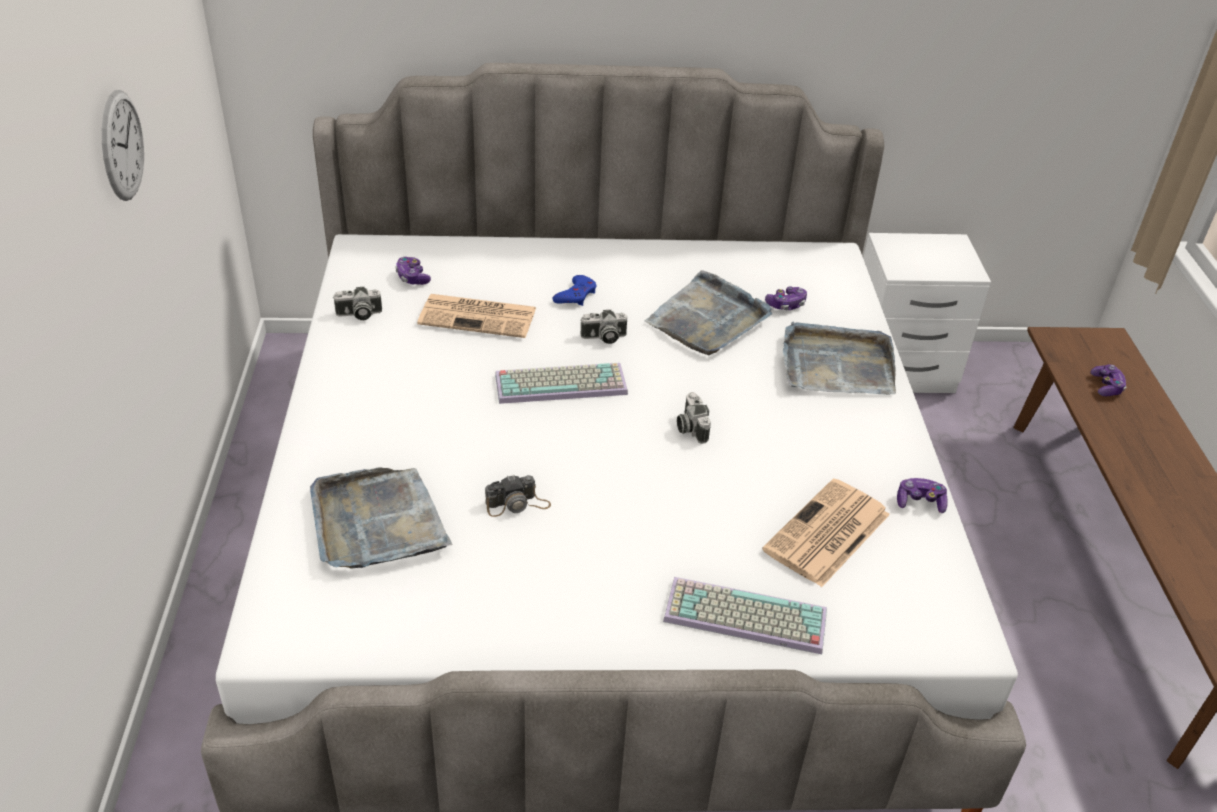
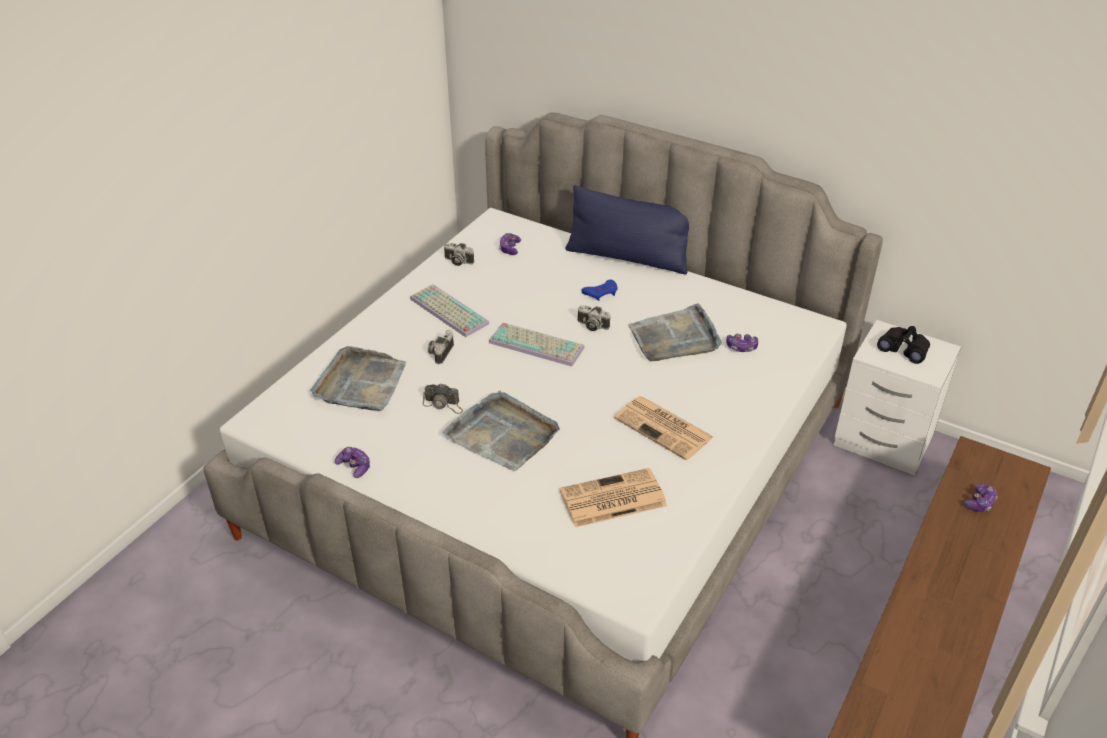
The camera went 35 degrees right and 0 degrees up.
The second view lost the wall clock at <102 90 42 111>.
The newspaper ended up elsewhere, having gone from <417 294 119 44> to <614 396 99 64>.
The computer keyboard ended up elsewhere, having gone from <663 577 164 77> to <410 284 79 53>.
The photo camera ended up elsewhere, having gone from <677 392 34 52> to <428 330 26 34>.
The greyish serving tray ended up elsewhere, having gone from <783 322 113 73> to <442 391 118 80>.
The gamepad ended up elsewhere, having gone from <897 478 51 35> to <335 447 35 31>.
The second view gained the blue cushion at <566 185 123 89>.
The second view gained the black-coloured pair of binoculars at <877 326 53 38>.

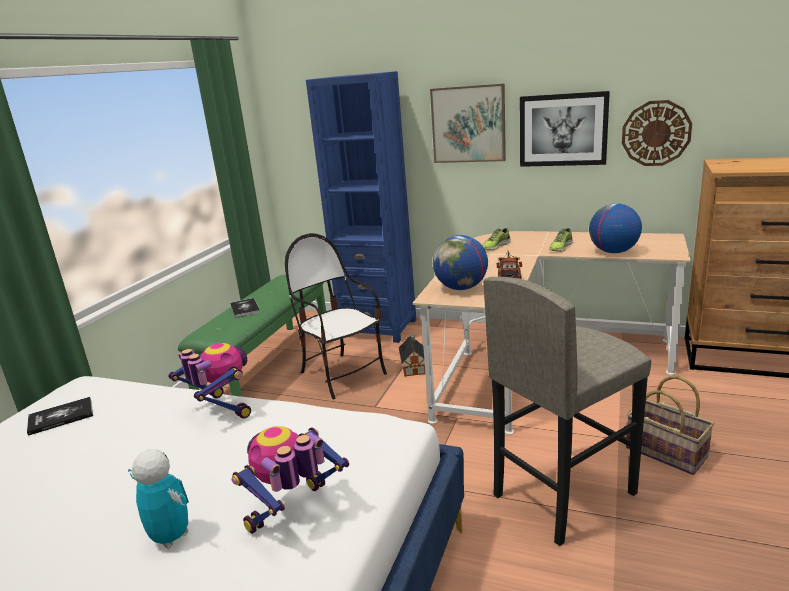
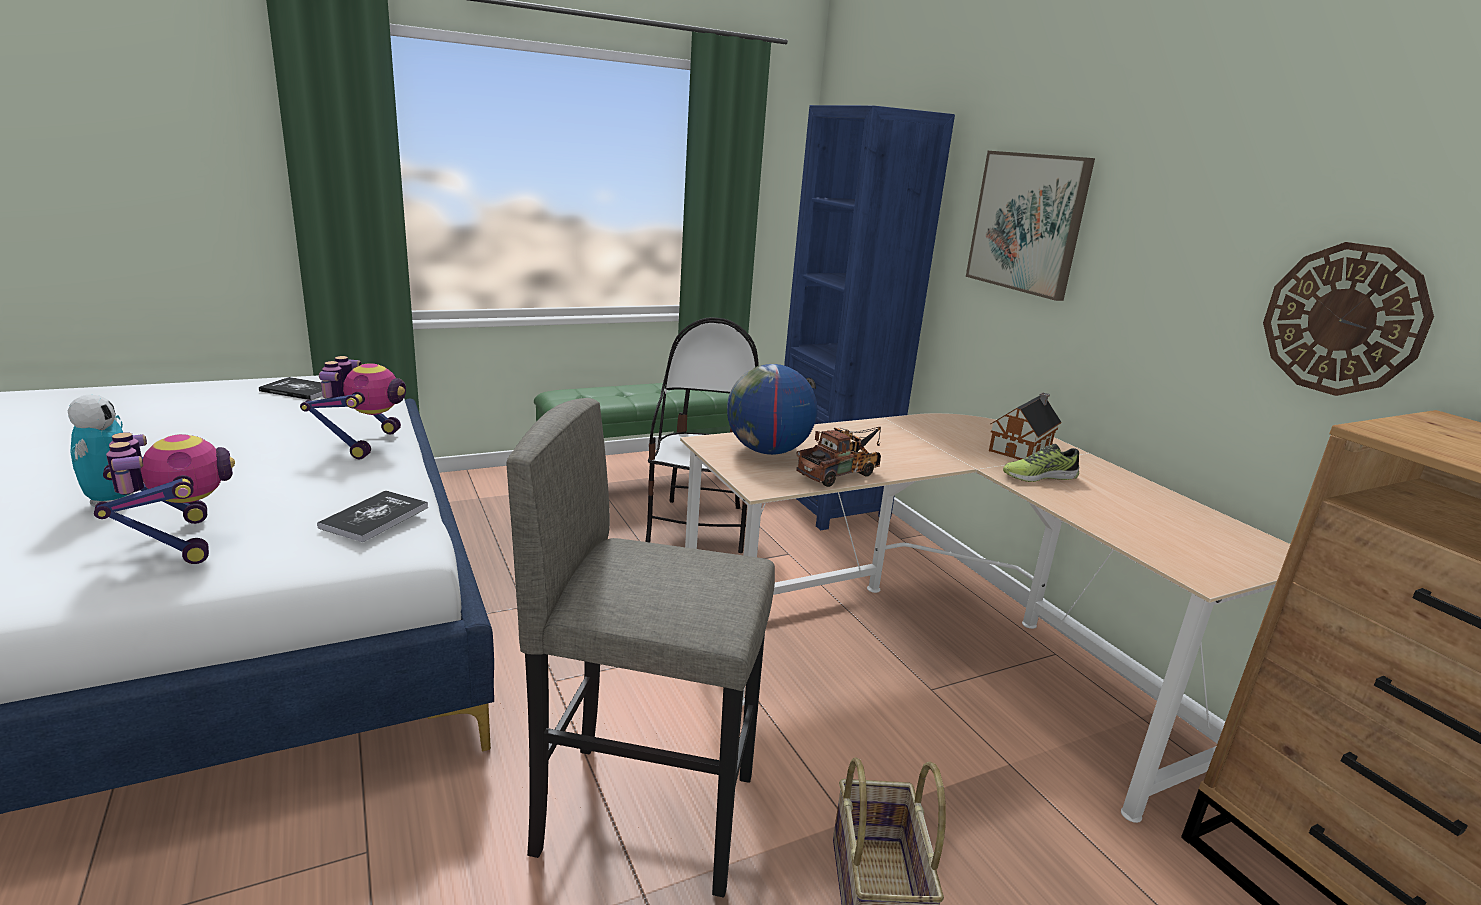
The camera went 40 degrees right and 0 degrees up.
The bound book ended up elsewhere, having gone from <230 298 30 20> to <317 491 111 51>.
The toy robot at <232 426 117 108> ended up facing another way, 60 degrees clockwise from before.
The model house ended up elsewhere, having gone from <399 335 26 42> to <989 392 73 68>.
The second view lost the shoe at <482 228 29 22>.
The second view lost the picture at <520 91 90 76>.
The second view lost the world globe at <589 203 53 50>.

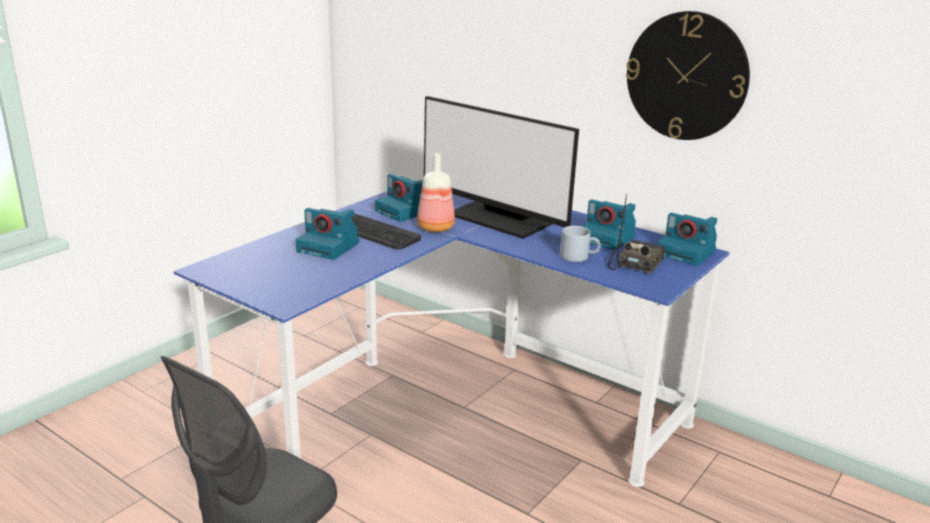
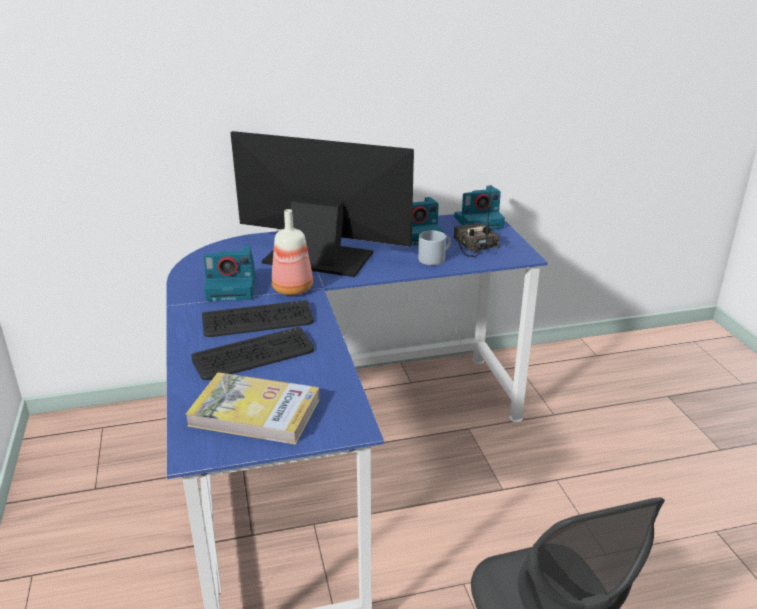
The camera went 50 degrees left and 5 degrees up.
Where the photo camera stood at <296 208 63 52>, the computer keyboard came to stand at <191 327 123 53>.
The computer display at <424 96 155 143> ended up facing another way, 150 degrees counterclockwise from before.
The second view lost the wall clock at <626 11 124 129>.
The second view gained the bound book at <186 372 134 73>.

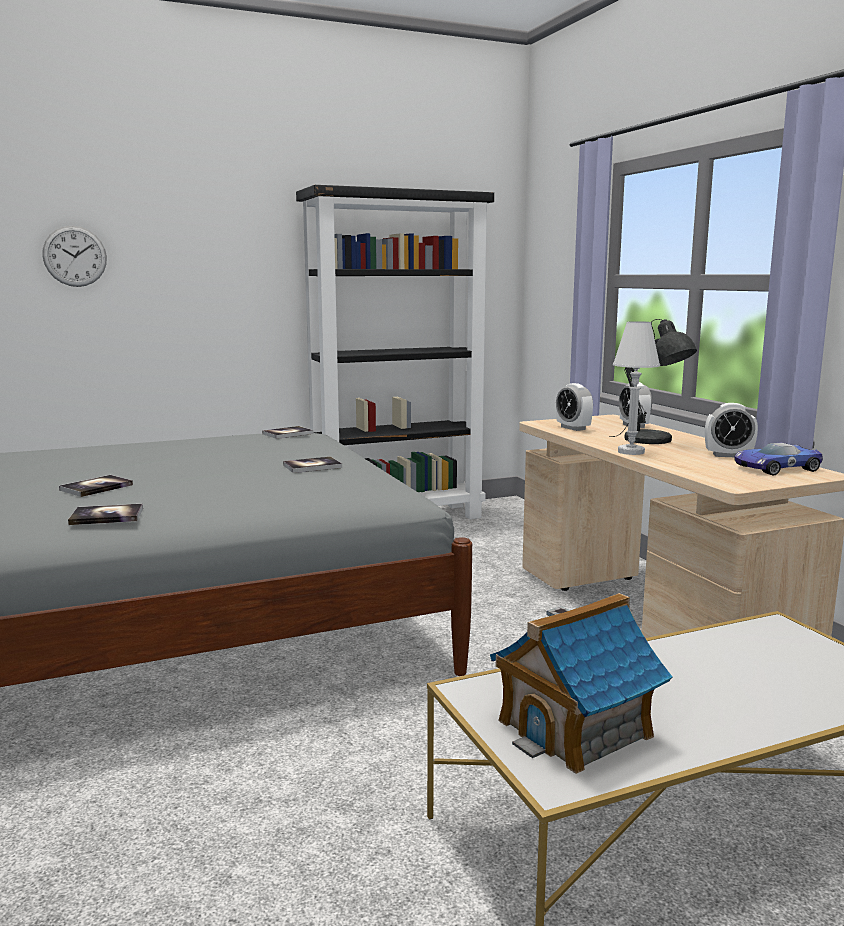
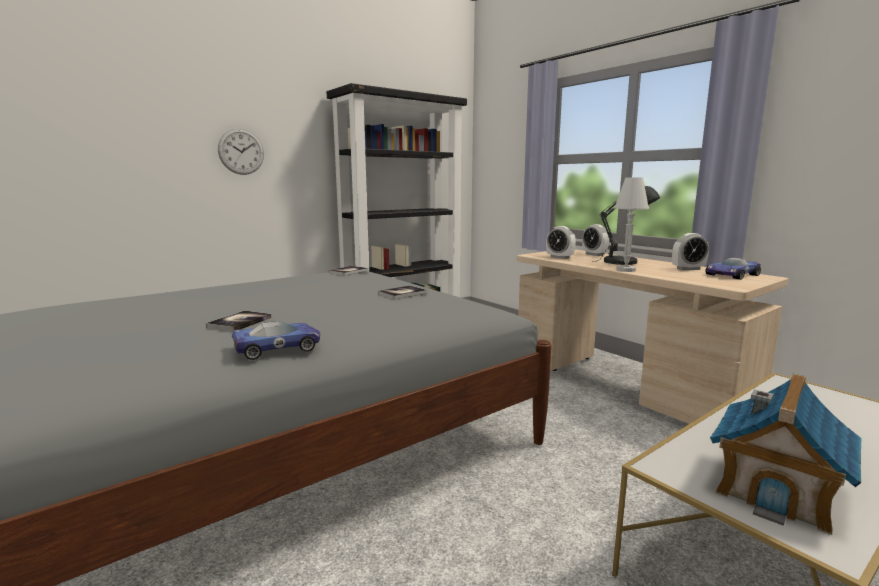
The camera went 15 degrees left and 0 degrees up.
The wall clock ended up elsewhere, having gone from <42 226 65 61> to <218 128 46 47>.
Where the bound book stood at <68 504 75 21>, the toy car came to stand at <232 321 88 39>.

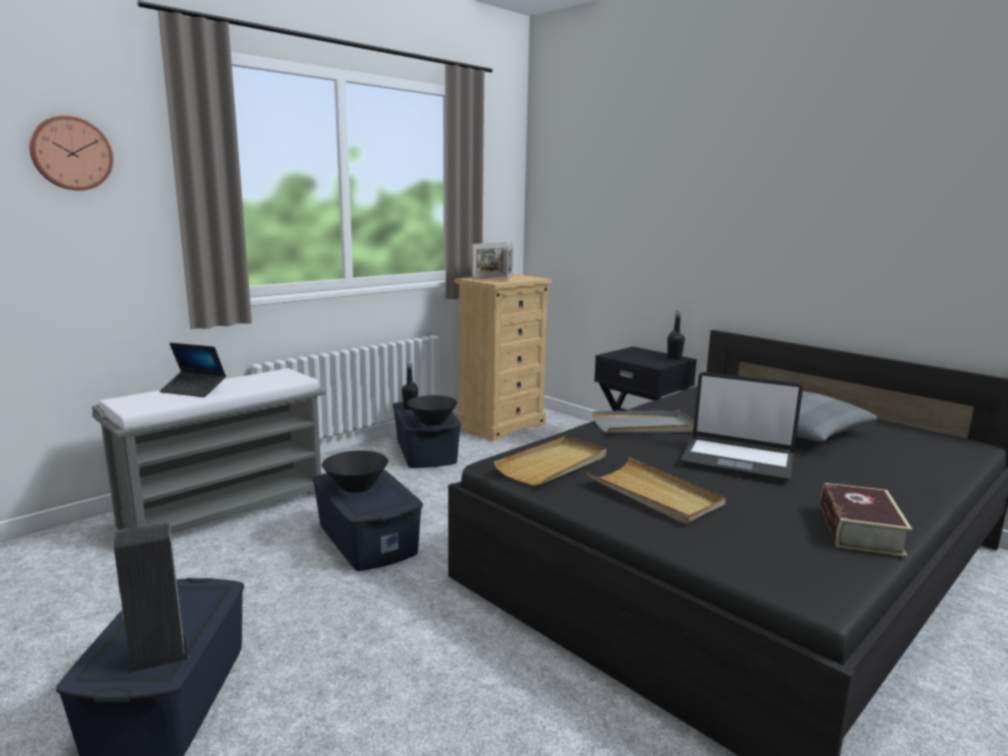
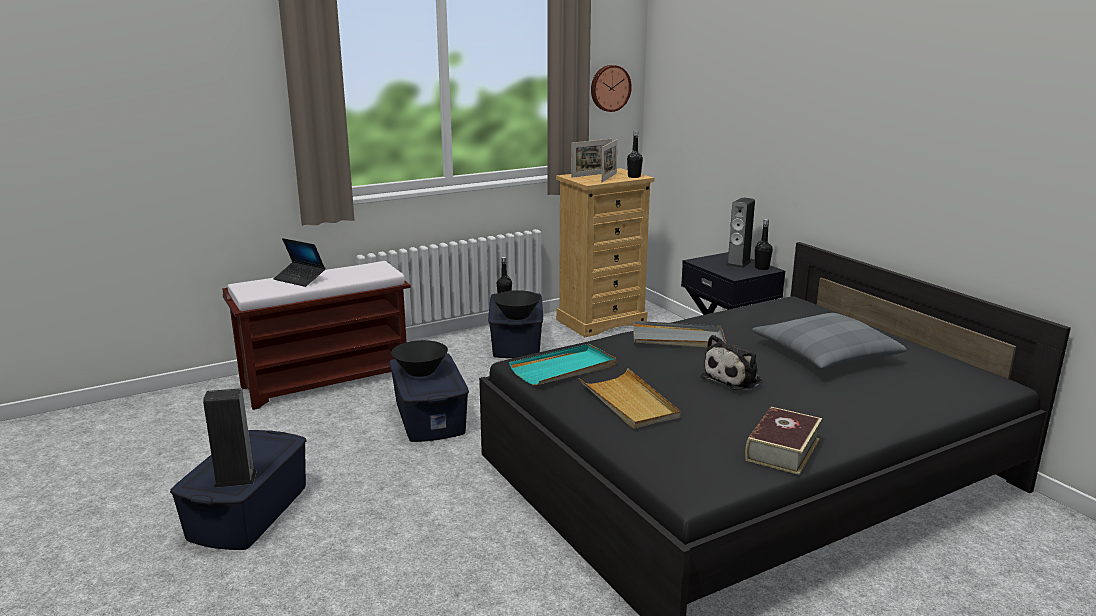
The camera went 15 degrees right and 5 degrees up.
The wall clock ended up elsewhere, having gone from <29 115 84 75> to <591 65 41 47>.
What was the greyish bench at <92 368 234 166> turned into the brown bench at <222 261 189 149>.
What was the beige serving tray at <494 436 112 50> turned into the blue-green serving tray at <509 344 107 41>.
Where the portable computer stood at <681 372 122 109>, the soft toy came to stand at <701 335 61 55>.
The second view gained the black-coloured bottle at <627 131 16 47>.
The second view gained the audio speaker at <726 197 29 72>.

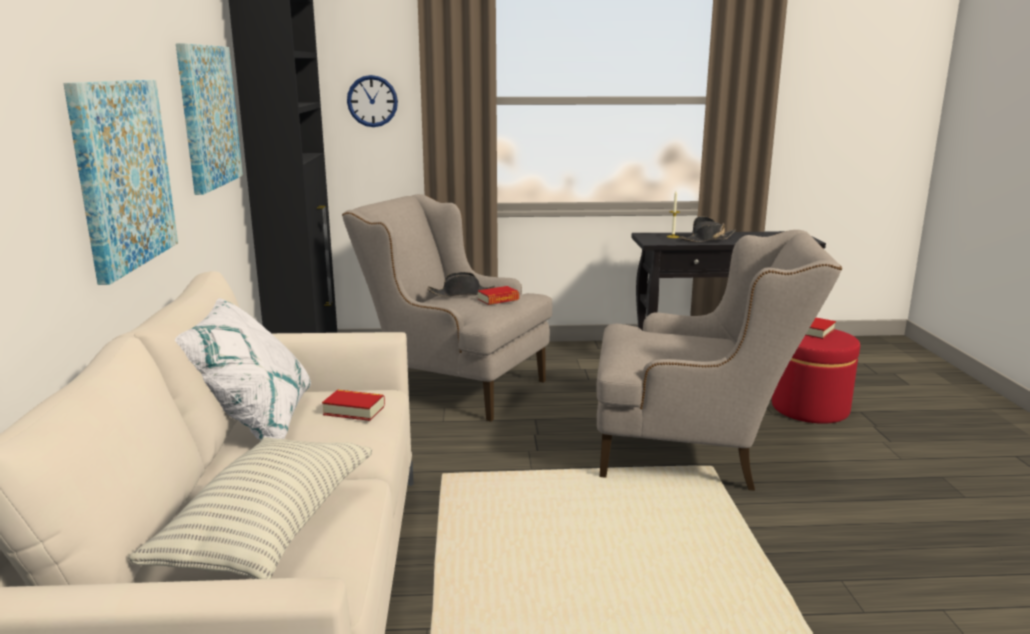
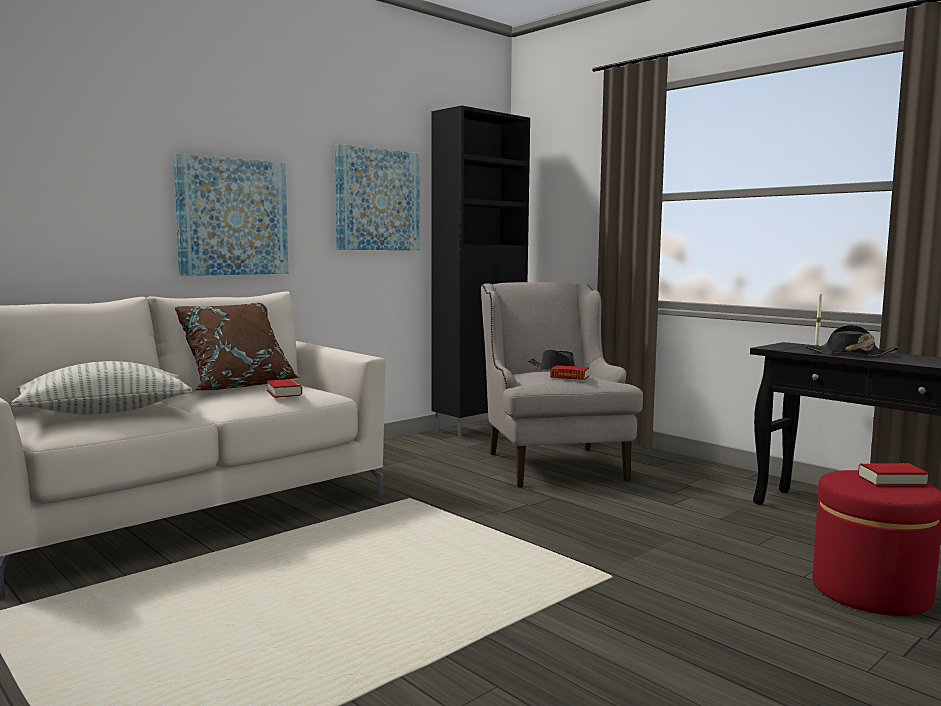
The camera went 50 degrees right and 10 degrees down.
What was the white cushion at <175 298 136 143> turned into the brown cushion at <175 303 124 87>.
The second view lost the wall clock at <347 75 51 52>.
The second view lost the beige lounge chair at <597 230 245 261>.

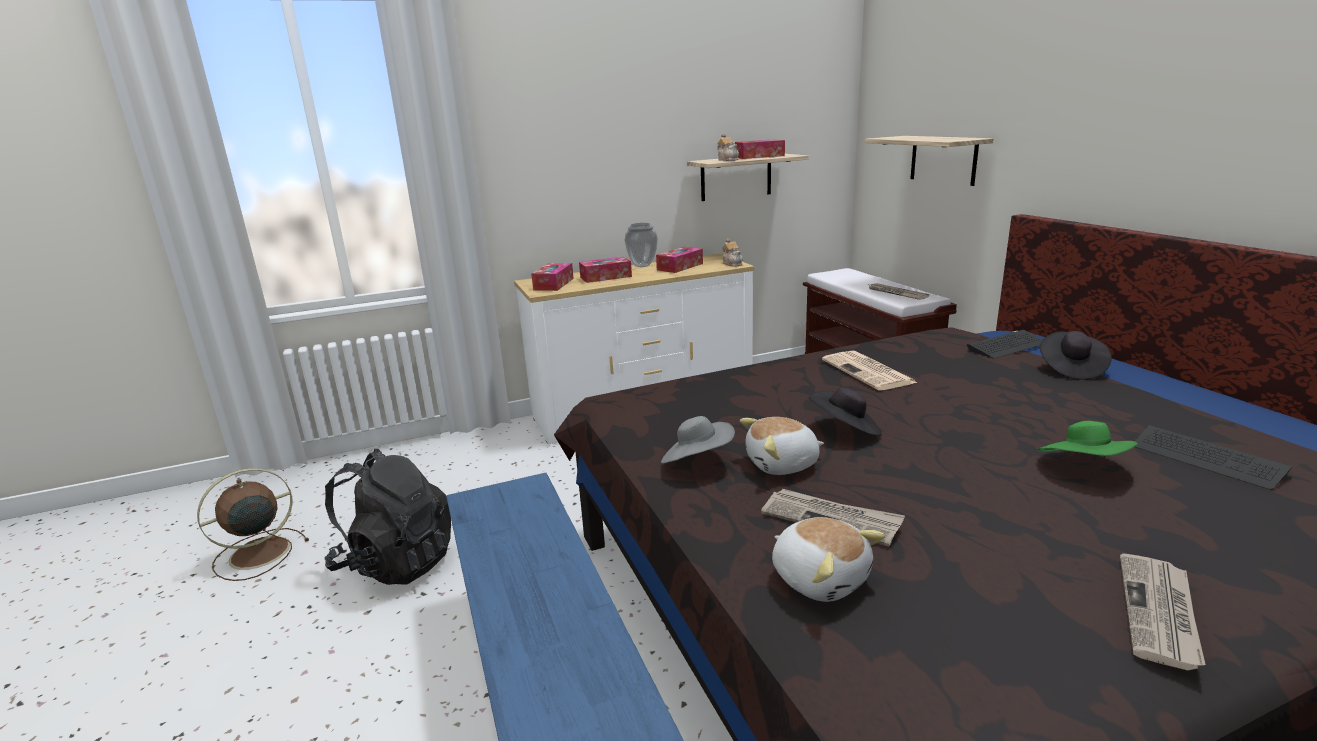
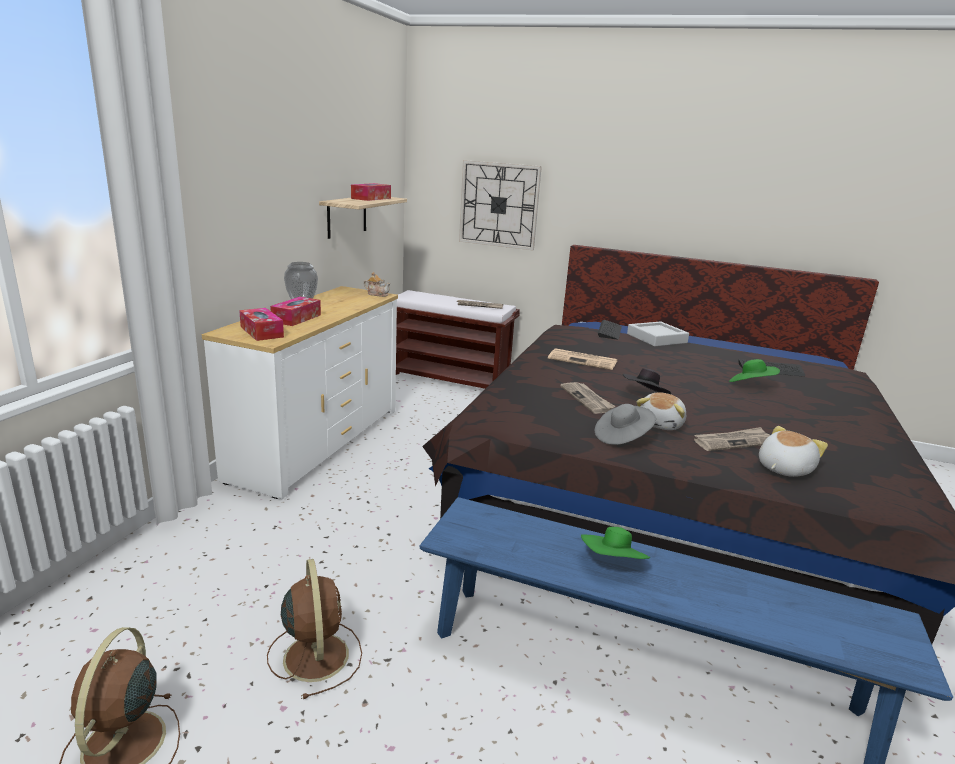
The camera went 50 degrees left and 0 degrees up.
Where the black-coloured rucksack stood at <325 449 126 136>, the brown fan came to stand at <267 559 95 140>.
The second view lost the box of tissues at <656 247 47 26>.
The second view lost the tea pot at <717 133 22 28>.
The soft toy at <772 517 113 85> ended up facing another way, 45 degrees counterclockwise from before.
Where the bracket shelf hung at <864 136 129 50>, the wall clock came to hang at <459 160 83 90>.
Where the black-coloured wearable hat stood at <1040 331 72 49>, the greyish serving tray came to stand at <627 321 62 25>.
The newspaper ended up elsewhere, having gone from <1120 553 86 117> to <560 382 55 32>.
The second view gained the green wearable hat at <581 527 69 32>.

